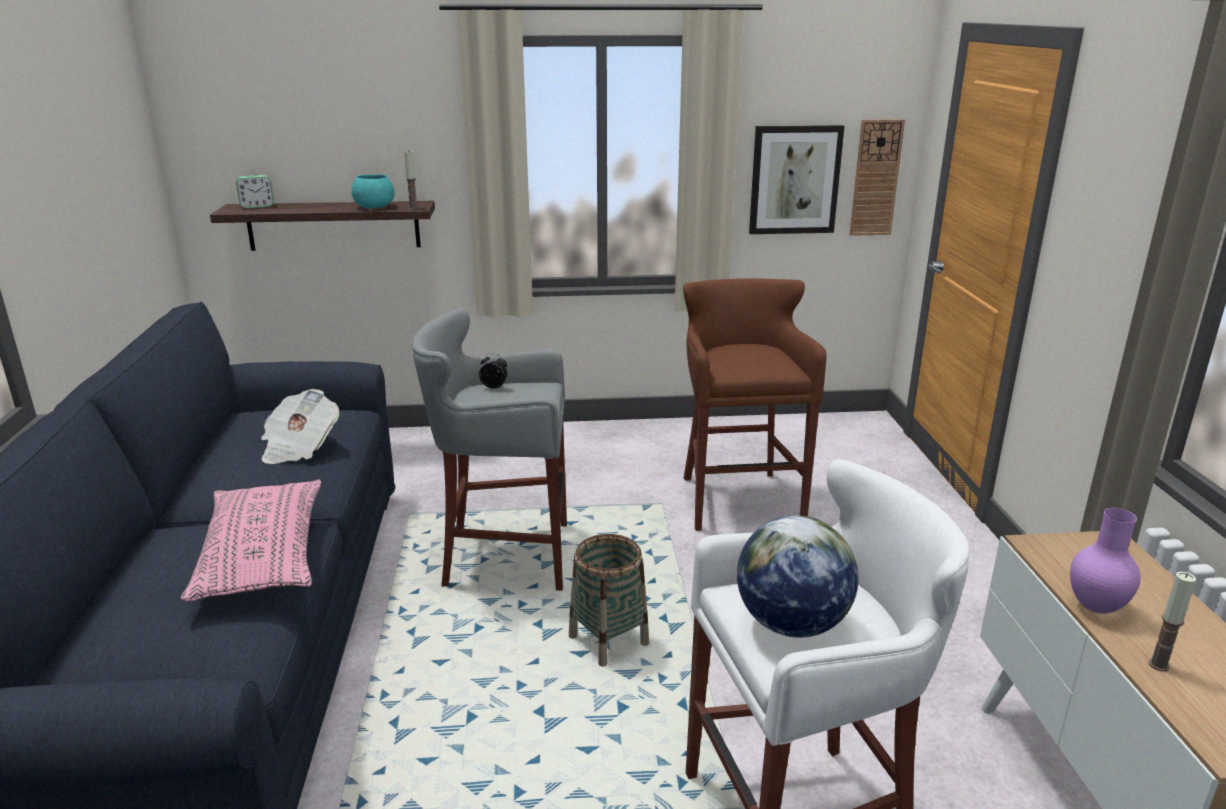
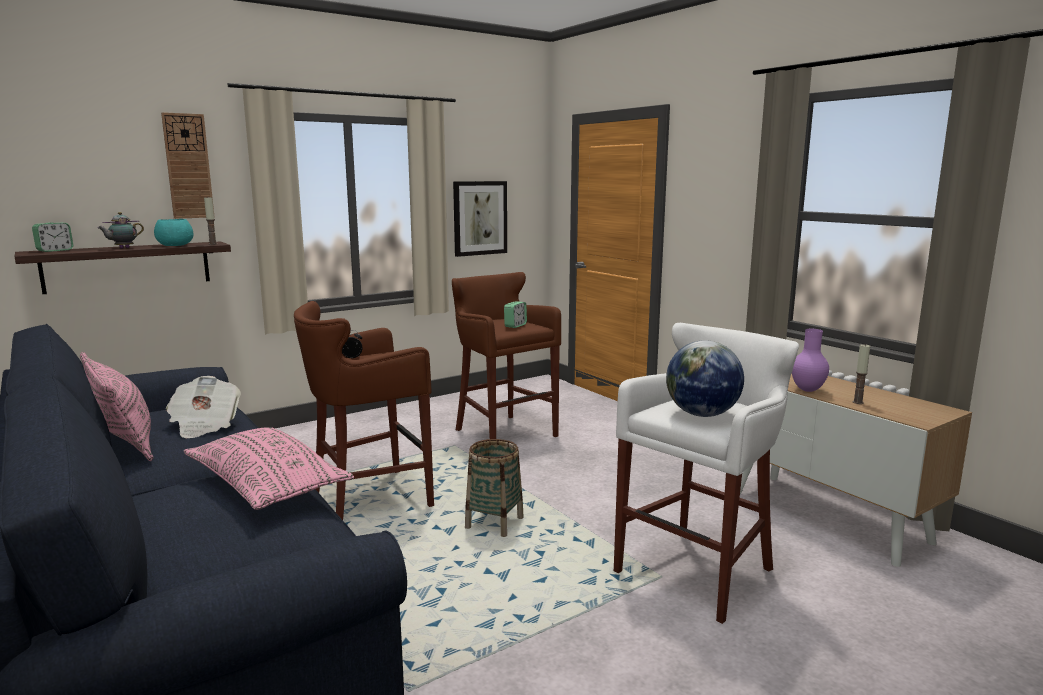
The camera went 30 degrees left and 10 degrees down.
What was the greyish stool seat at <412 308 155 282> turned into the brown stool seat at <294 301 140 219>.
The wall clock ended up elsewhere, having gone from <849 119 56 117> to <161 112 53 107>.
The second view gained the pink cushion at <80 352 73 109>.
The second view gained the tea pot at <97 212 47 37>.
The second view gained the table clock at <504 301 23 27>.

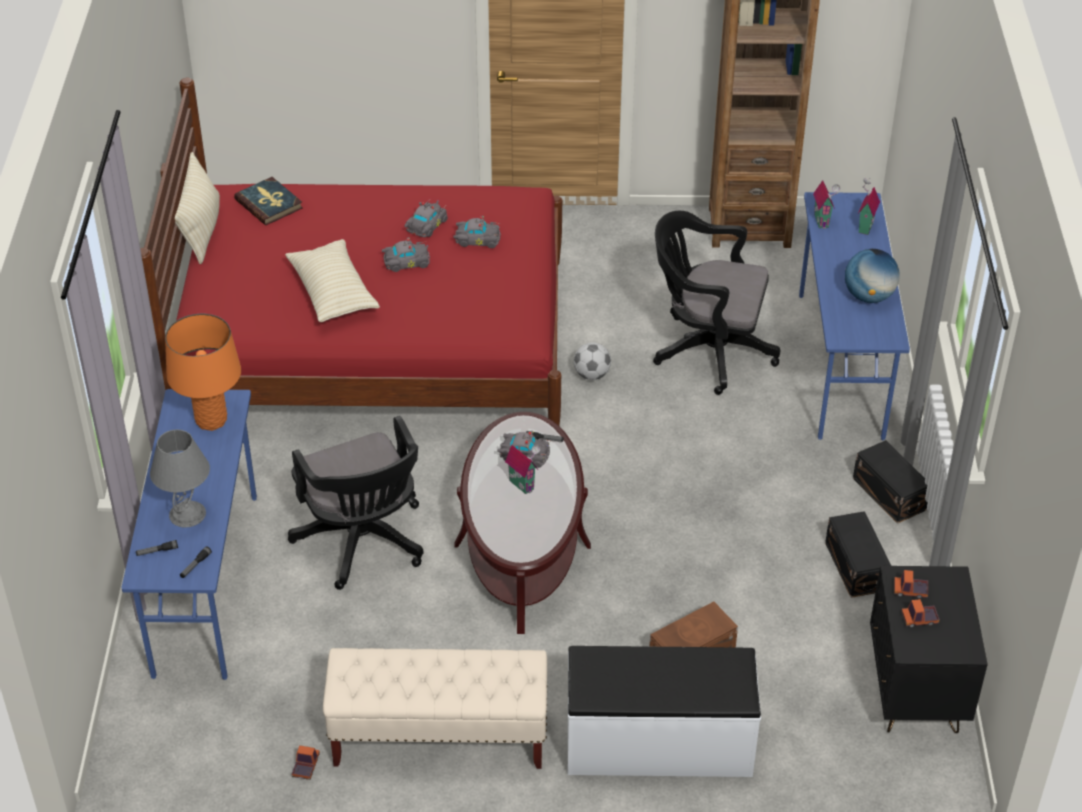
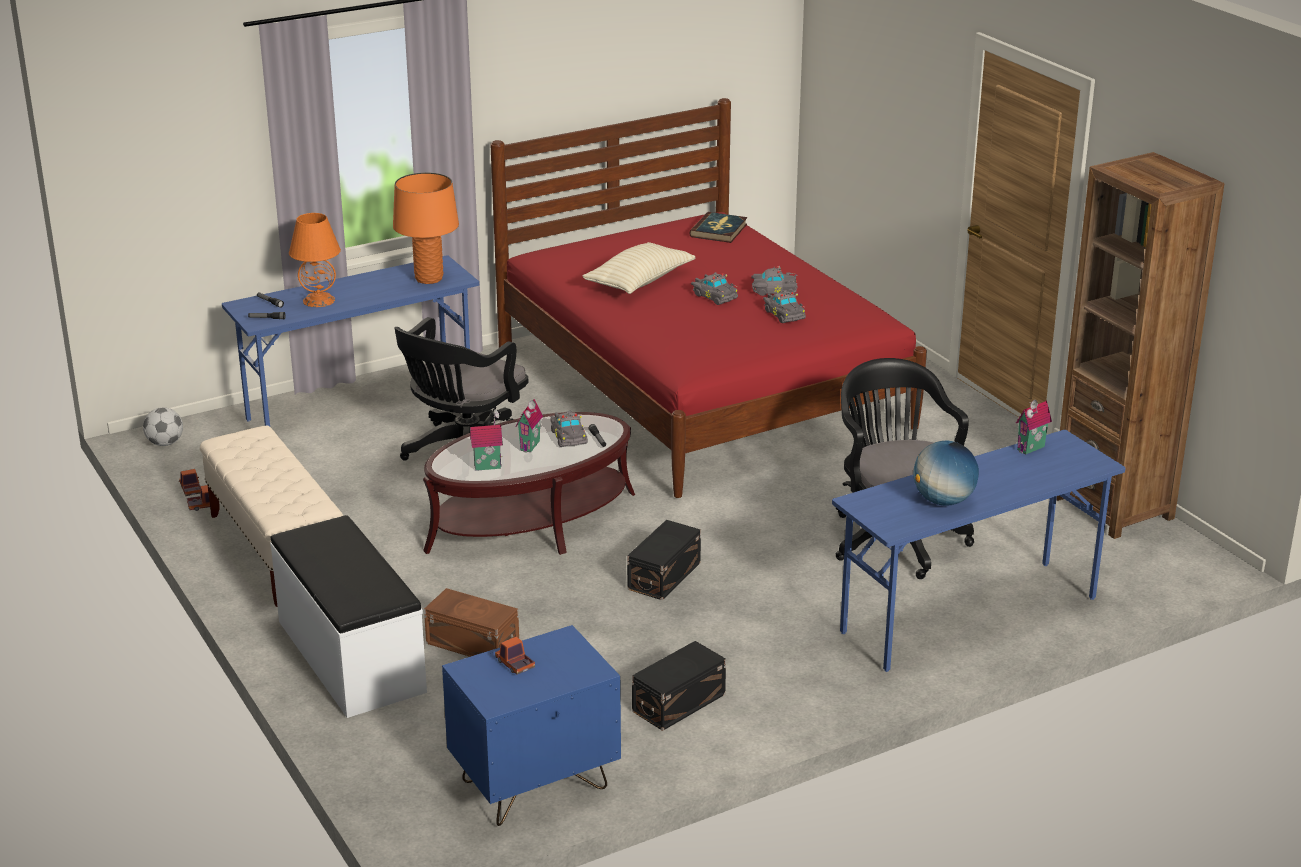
The camera went 60 degrees right and 15 degrees down.
What was the greyish table lamp at <150 430 60 98> turned into the orange-coloured table lamp at <289 213 52 94>.
The second view lost the beige cushion at <175 152 45 112>.
The football ball ended up elsewhere, having gone from <574 343 37 37> to <143 407 40 39>.
The black-coloured storage container ended up elsewhere, having gone from <853 440 75 84> to <627 520 74 80>.
The model house ended up elsewhere, having gone from <858 178 22 57> to <470 409 33 62>.
What was the black-coloured bedside table at <870 566 118 167> turned into the blue bedside table at <442 625 179 201>.
The toy truck ended up elsewhere, having gone from <894 570 34 28> to <179 469 22 27>.

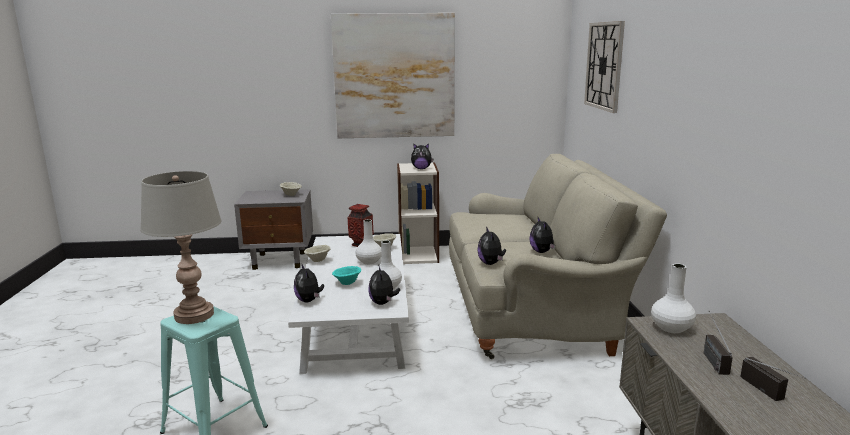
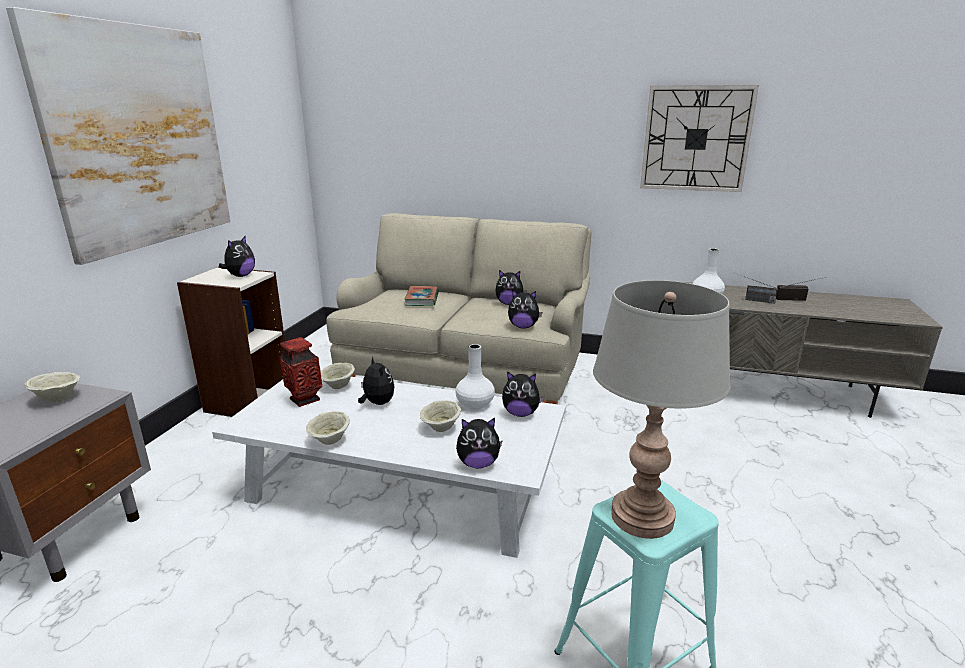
The camera went 70 degrees left and 5 degrees up.
What was the blue-green deep dish at <332 266 29 19> turned into the beige deep dish at <420 400 41 32>.
Where the white vase stood at <356 219 26 45>, the soft toy came to stand at <358 357 37 48>.
The wall clock ended up elsewhere, having gone from <584 21 41 92> to <640 85 119 107>.
The second view gained the bound book at <404 286 35 20>.

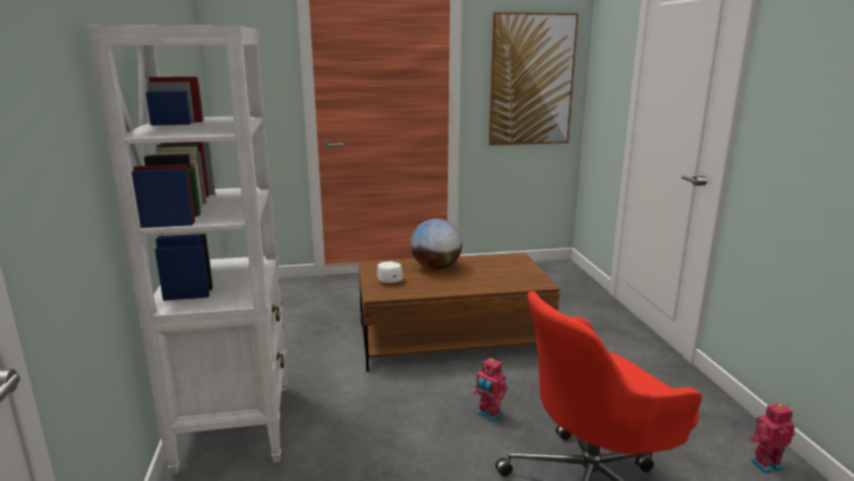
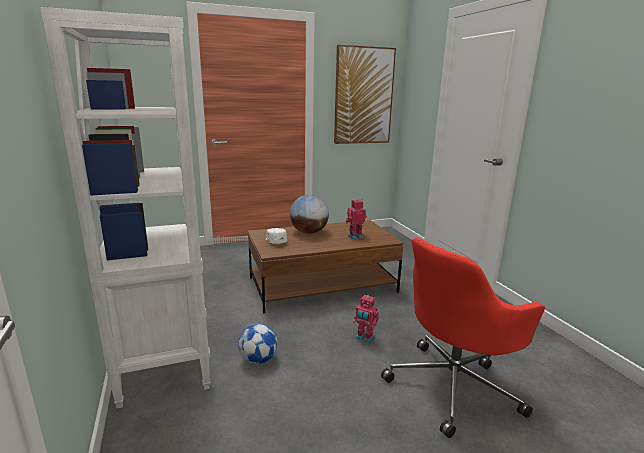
The camera went 10 degrees left and 0 degrees up.
The toy robot ended up elsewhere, having gone from <749 403 46 71> to <346 199 21 40>.
The second view gained the football ball at <238 324 40 40>.

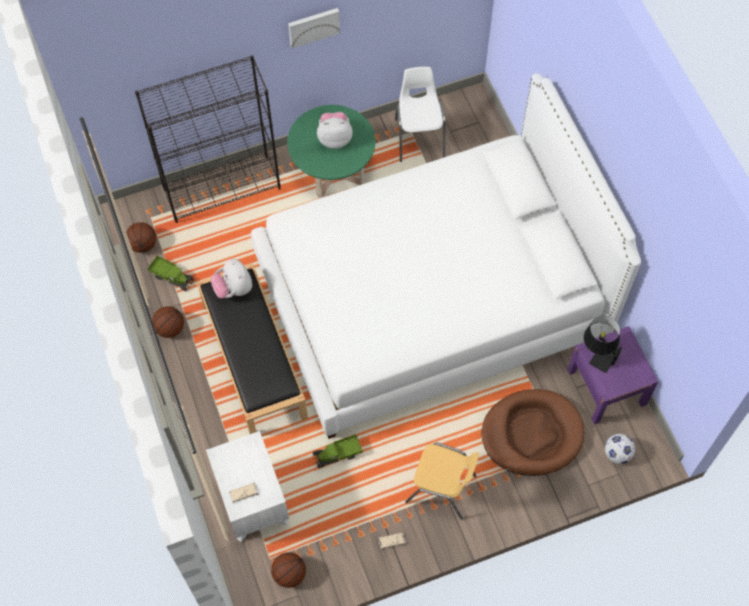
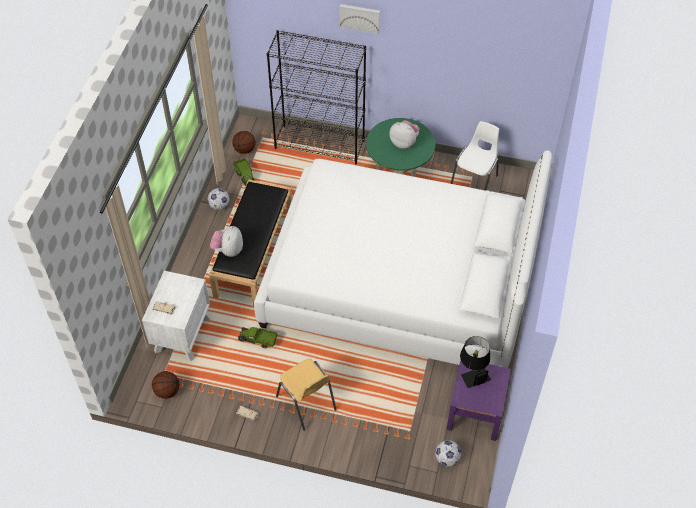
The camera went 35 degrees right and 10 degrees down.
Where the ball for basketball stood at <152 306 32 32>, the football ball came to stand at <208 188 21 22>.
The soft toy ended up elsewhere, having gone from <211 259 41 40> to <210 226 33 31>.
The picture ended up elsewhere, having gone from <288 8 52 40> to <340 4 40 30>.
The second view lost the brown pet bed at <482 389 102 87>.

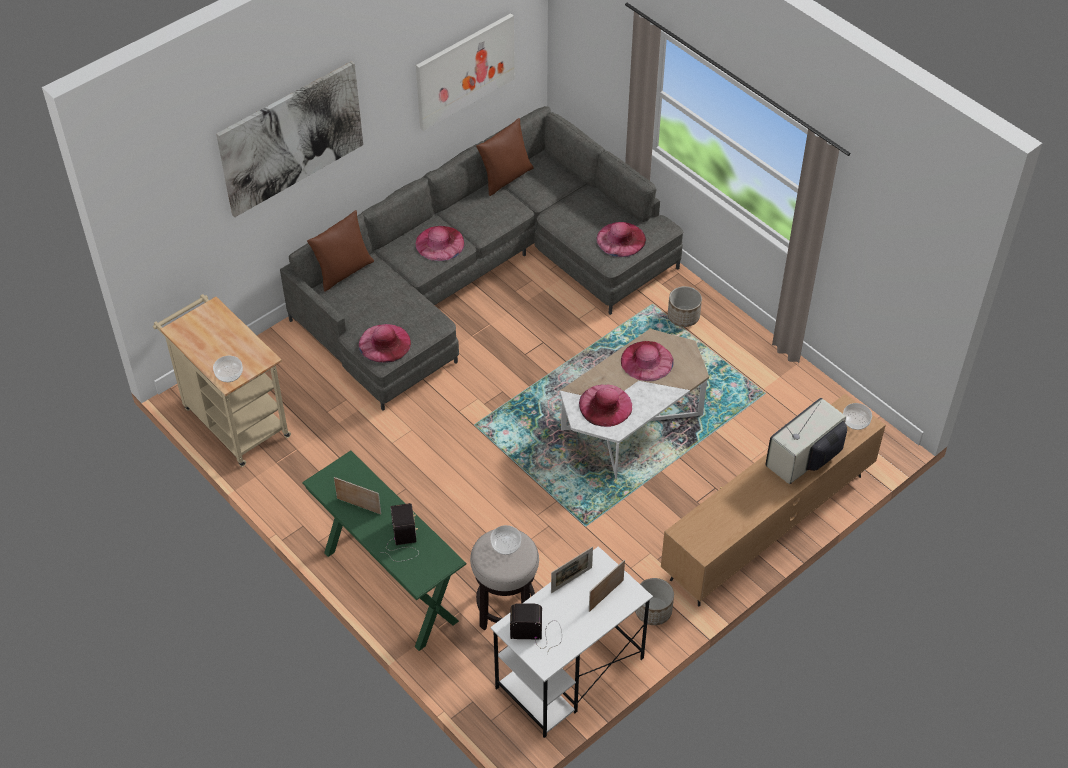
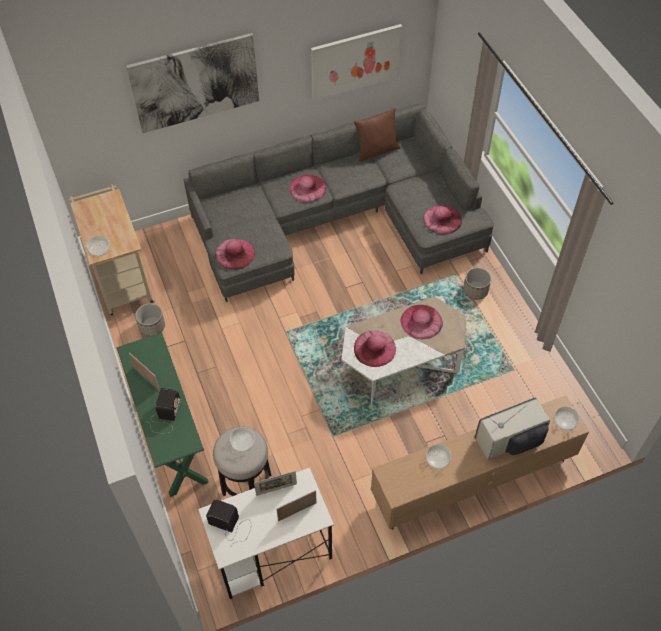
The camera went 20 degrees right and 5 degrees up.
The second view lost the brown cushion at <307 210 67 82>.
The flower pot ended up elsewhere, having gone from <635 578 39 47> to <135 303 30 33>.
The second view gained the deep dish at <426 444 25 25>.

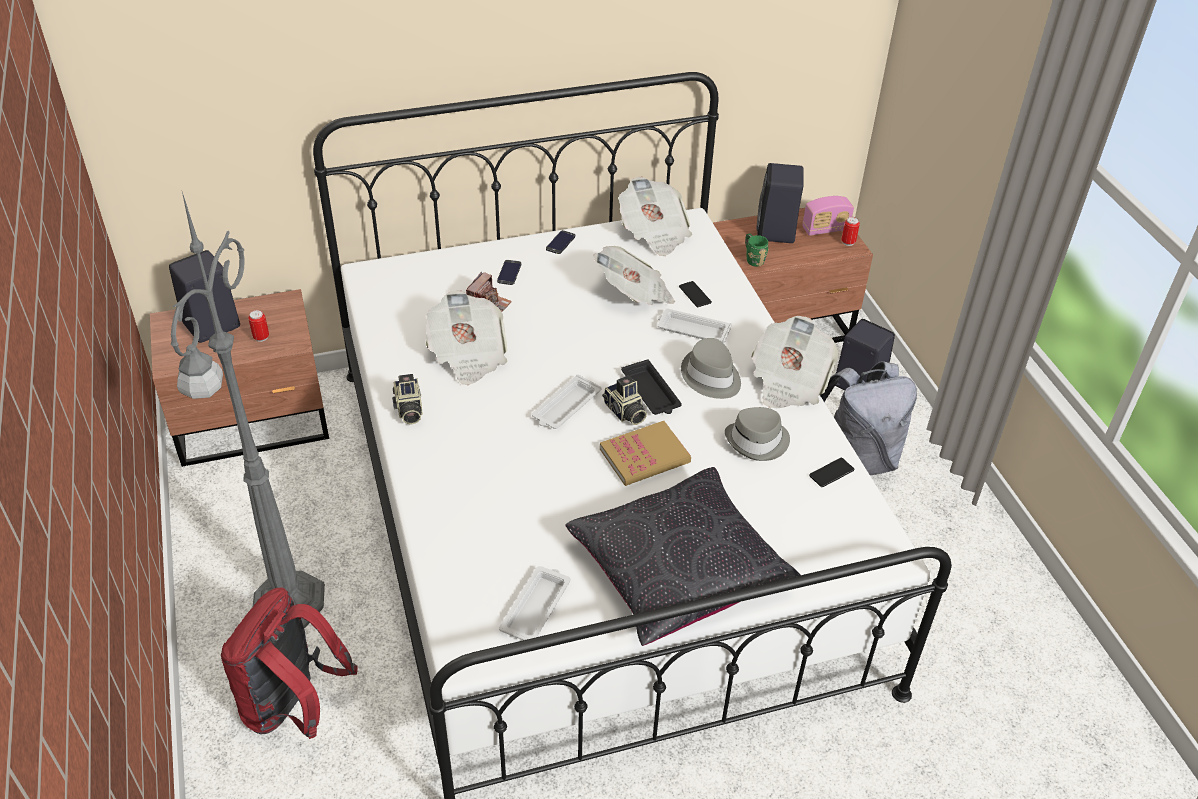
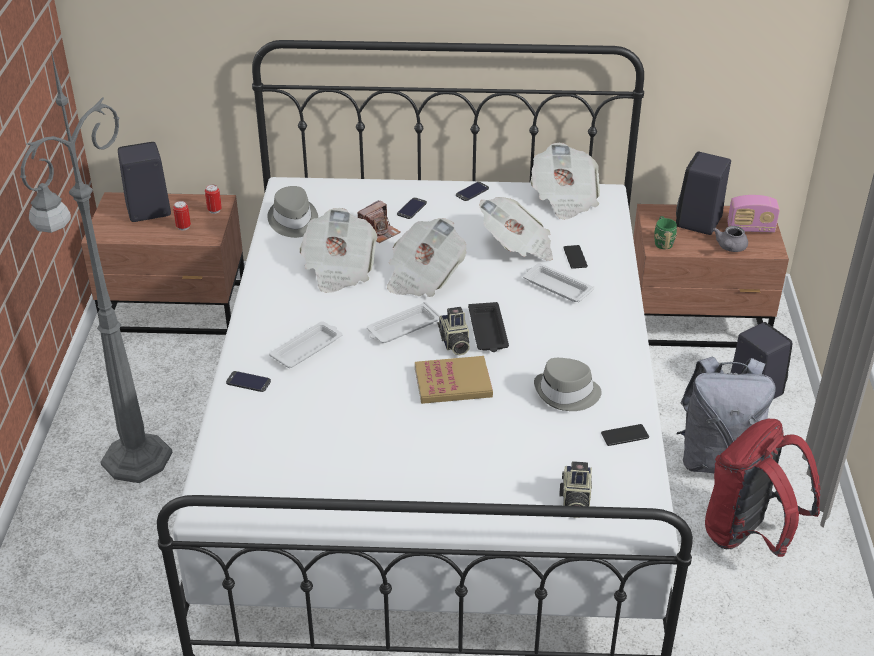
The camera went 20 degrees right and 5 degrees down.
The red-coloured rucksack ended up elsewhere, having gone from <221 587 136 152> to <705 419 116 138>.
The photo camera ended up elsewhere, having gone from <392 374 31 51> to <559 461 33 57>.
The white serving tray ended up elsewhere, having gone from <499 566 72 74> to <269 321 73 47>.
The second view lost the black-coloured cushion at <565 467 235 179>.
The greyish wearable hat ended up elsewhere, having gone from <681 338 60 61> to <267 186 51 52>.
The newspaper ended up elsewhere, having gone from <751 316 88 92> to <387 218 79 79>.
The sealed can ended up elsewhere, having gone from <842 217 18 29> to <205 185 17 29>.
The second view gained the telephone at <226 371 45 21>.
The second view gained the greyish tea pot at <713 226 35 26>.

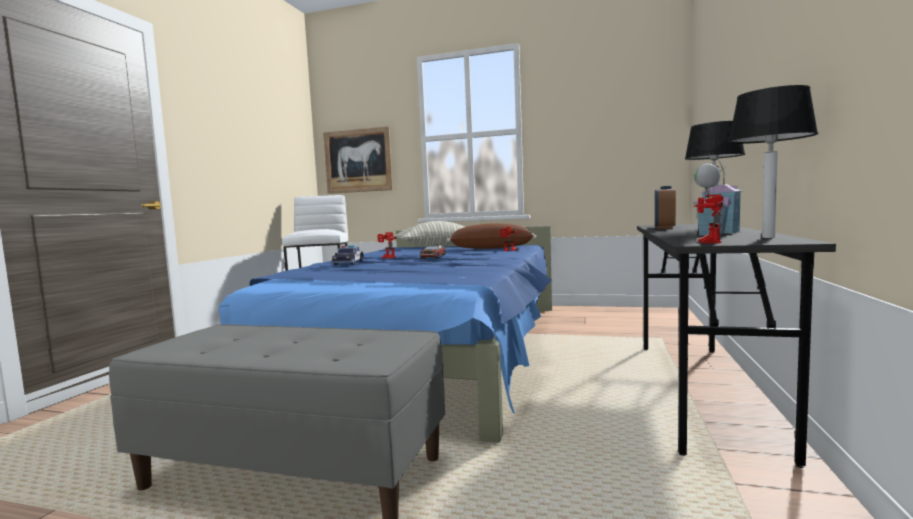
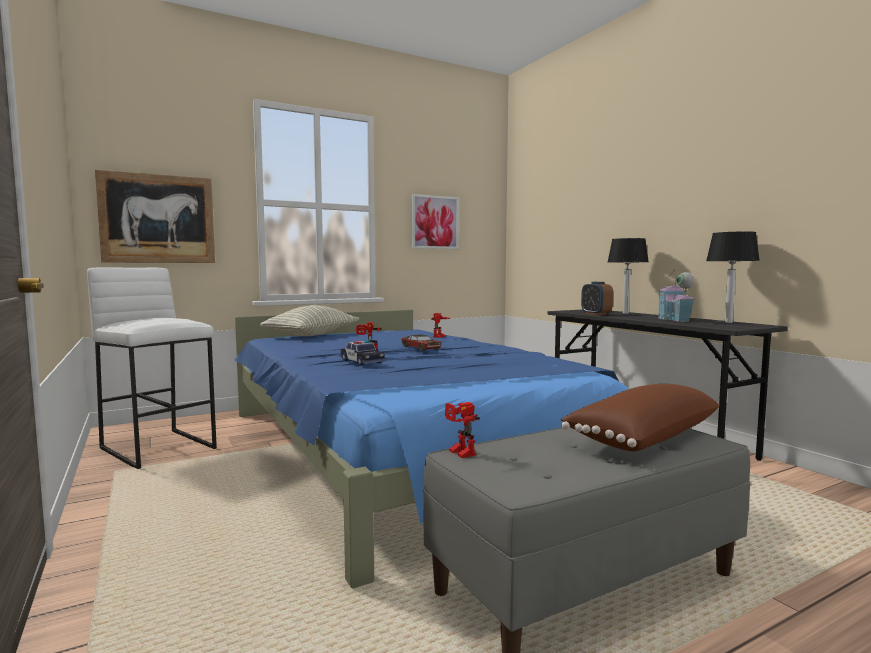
The camera went 45 degrees left and 0 degrees up.
The brown cushion ended up elsewhere, having gone from <447 223 90 26> to <561 384 159 68>.
The toy robot ended up elsewhere, having gone from <694 194 29 49> to <445 402 35 56>.
The second view gained the picture at <411 194 48 55>.

